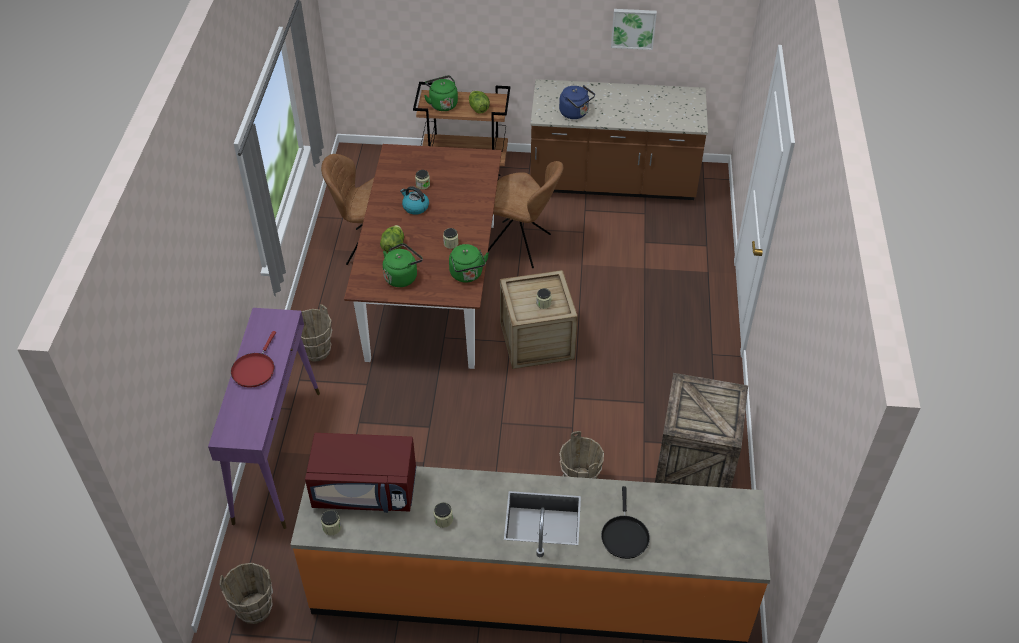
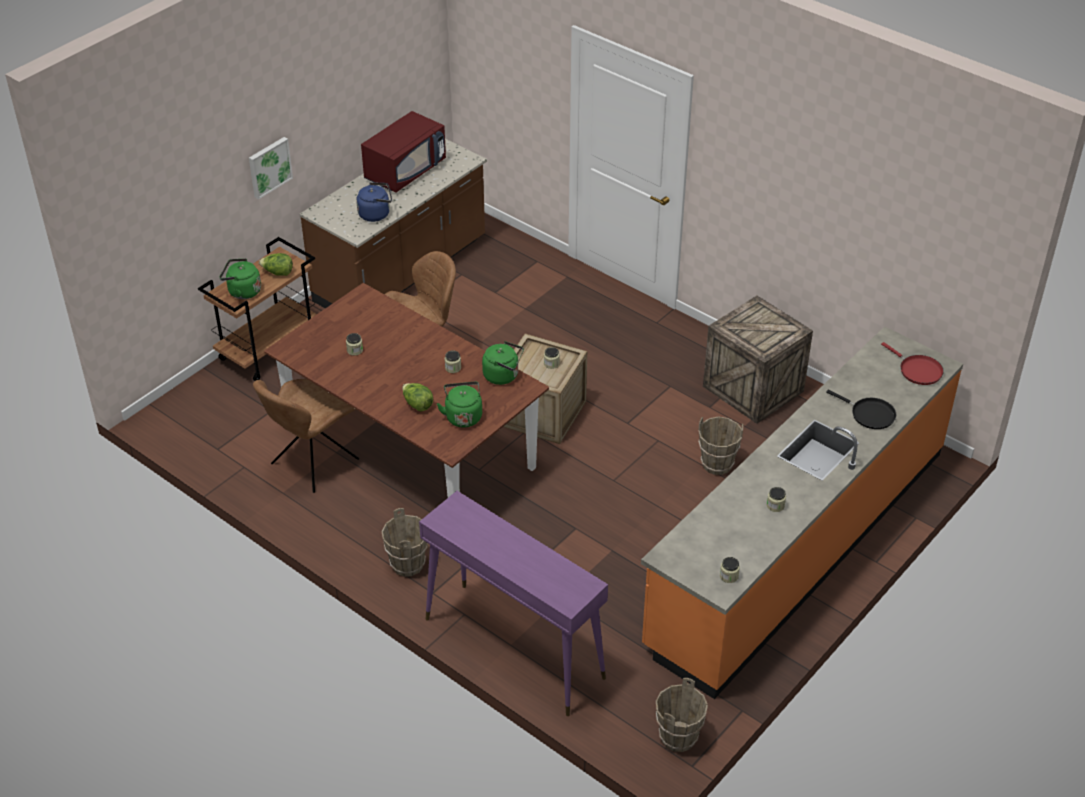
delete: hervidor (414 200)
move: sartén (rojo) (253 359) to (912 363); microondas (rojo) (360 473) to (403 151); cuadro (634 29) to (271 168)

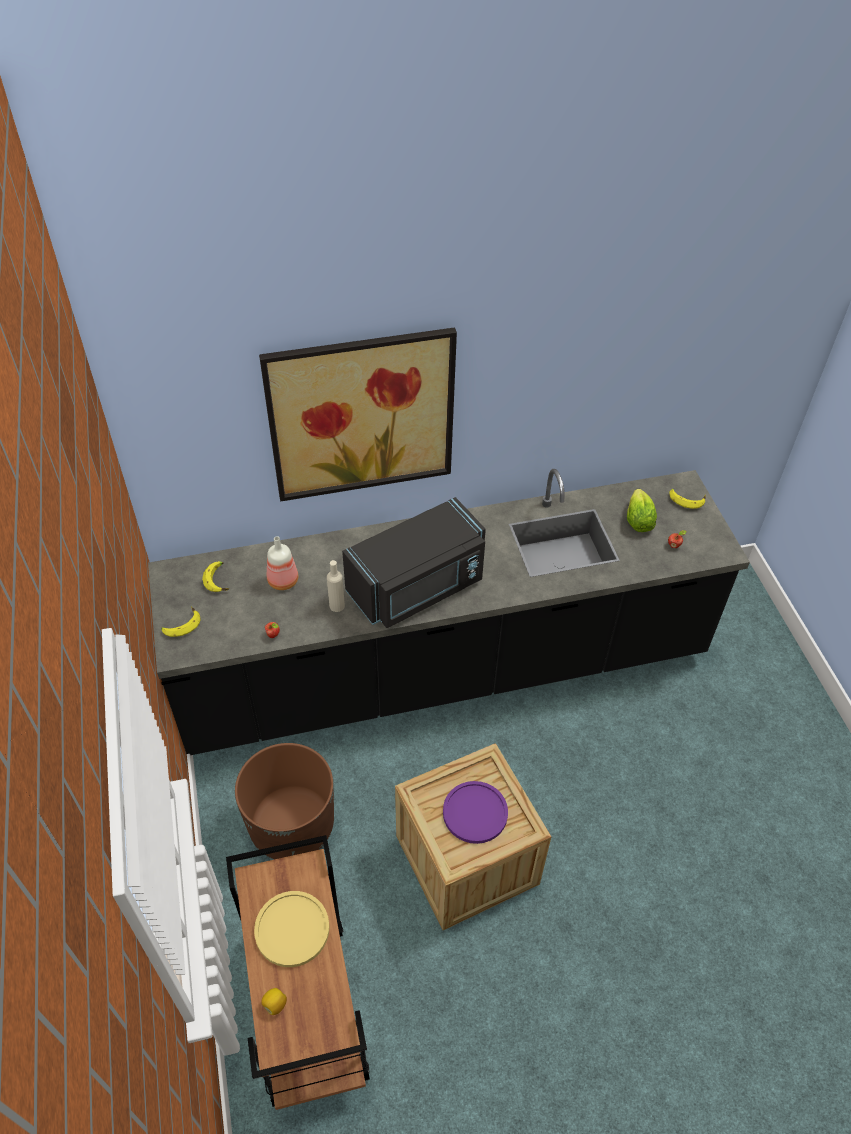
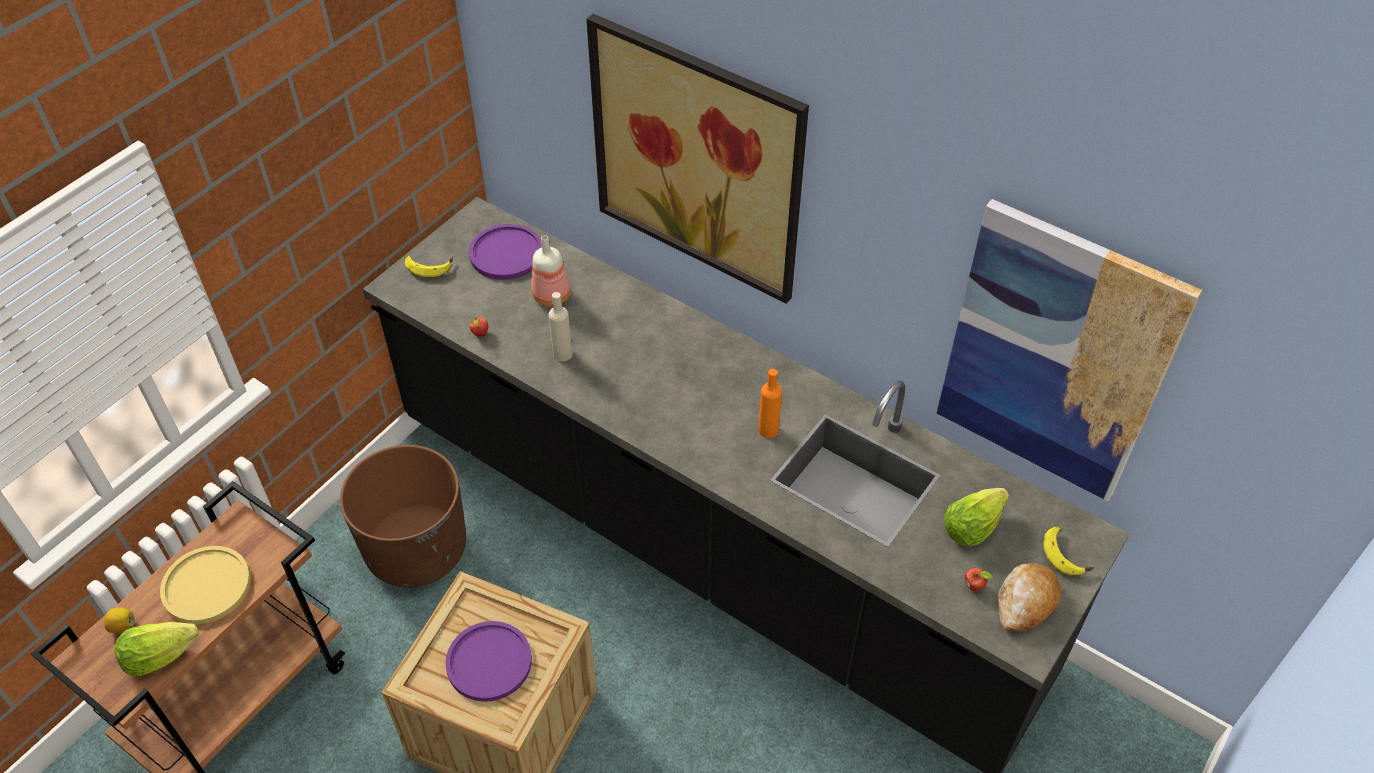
delete: microondas (negro) (414 562)
insert: lechuga (157 649); botella (naranja) (770 403); cuadro (1069 350); pan (1029 597)
replace: plátano (215 576) to plato (morado) (505 252)

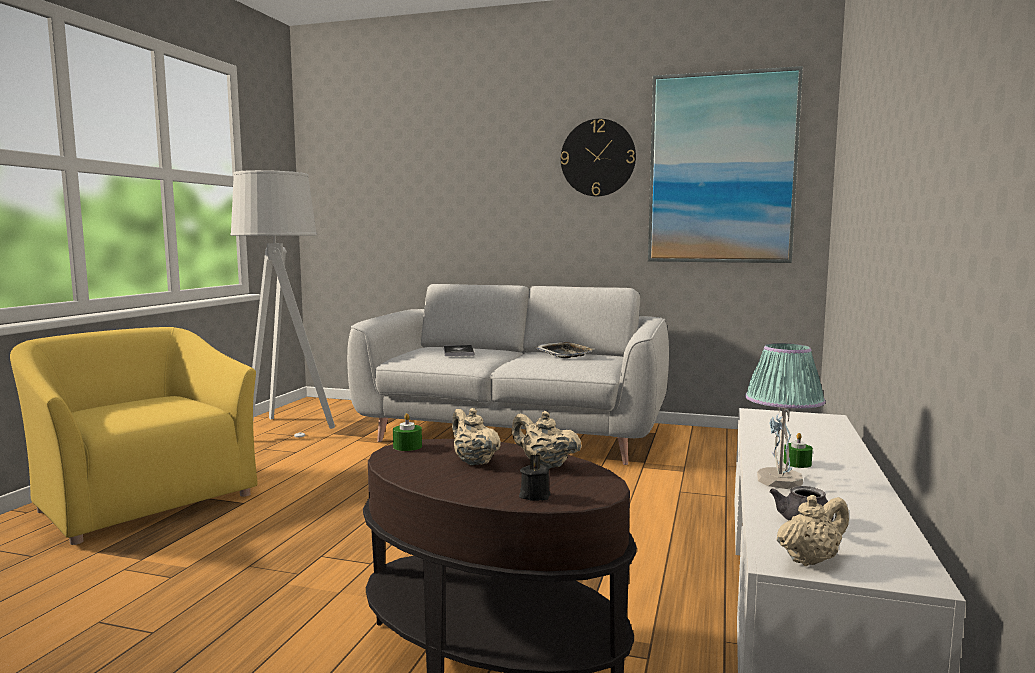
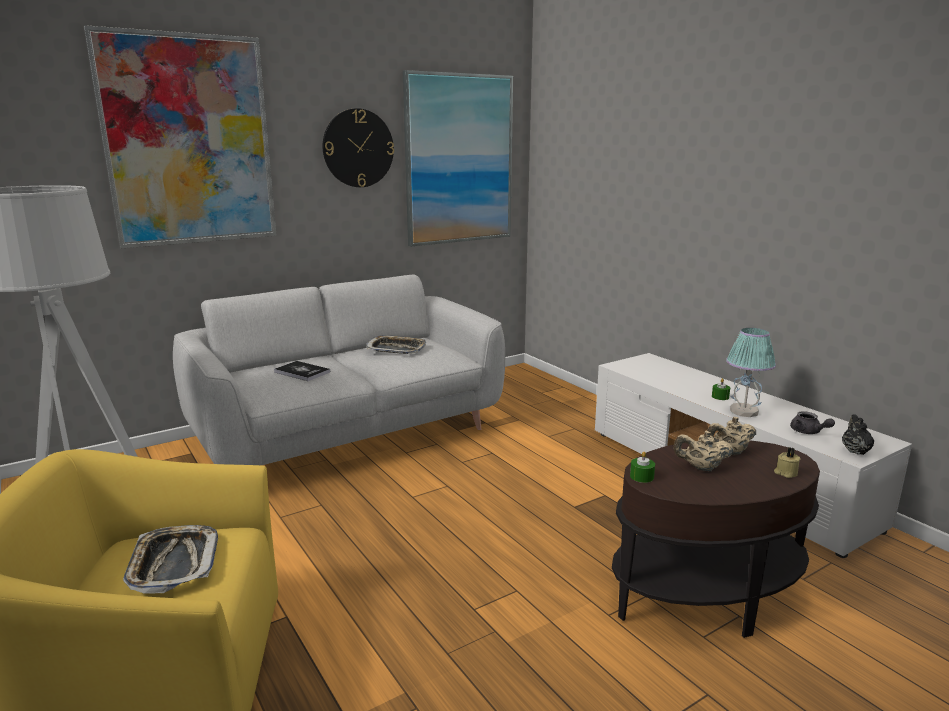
insert: cuadro (180 136); bandeja (170 559)
recolor: vela (negro) (535 477) to vela (beis) (787 462); tetera (beis) (813 530) to tetera (negro) (858 434)

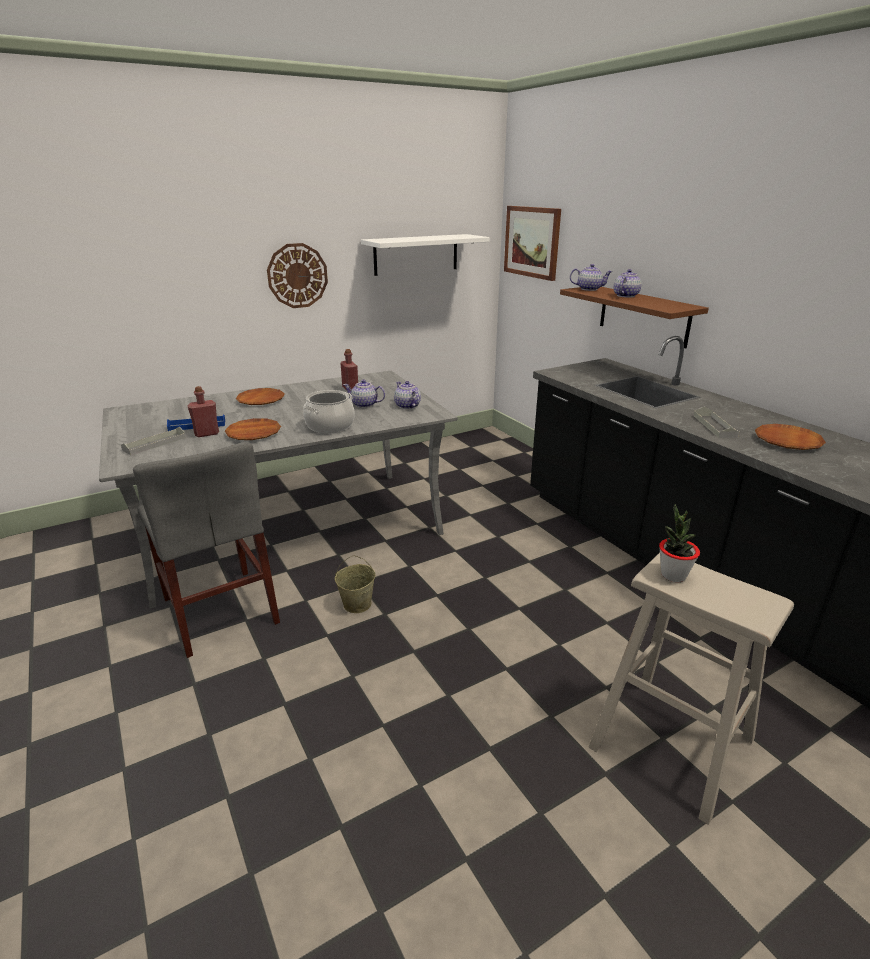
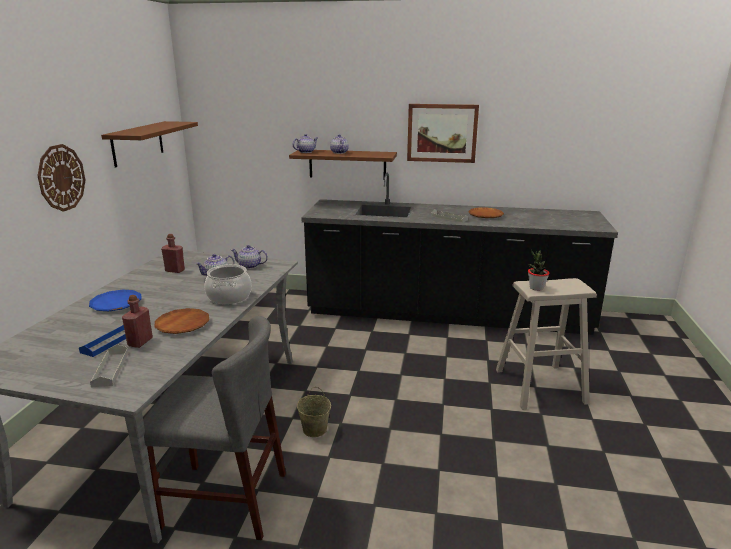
move: cuadro (532 243) to (443 133)
recolor: plato (marrón) (260 396) to plato (azul) (115 300); estante (blanco) (425 255) to estante (marrón) (149 144)

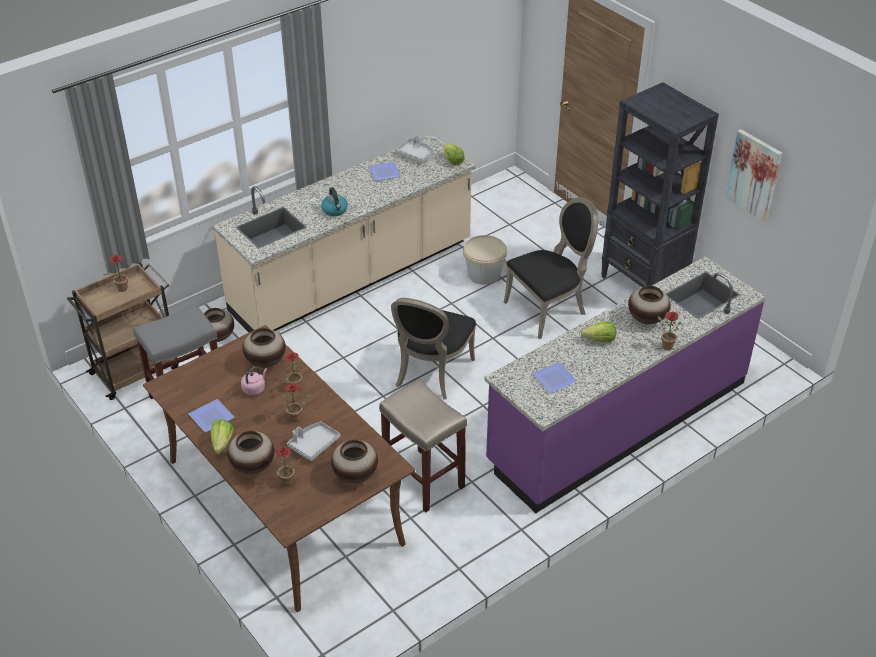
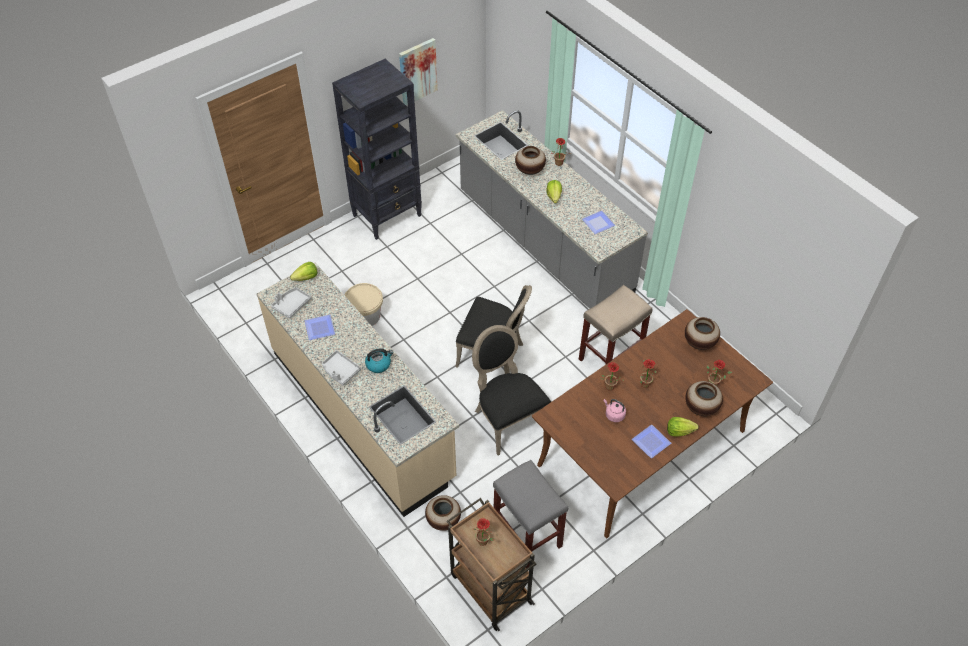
delete: florero (264 348)
move: bandeja (gris) (313 441) to (341 368); silla (negro) (551 268) to (511 390)
recolor: mueble bajo de cocina (morado) (625 385) to mueble bajo de cocina (gris) (552 209)

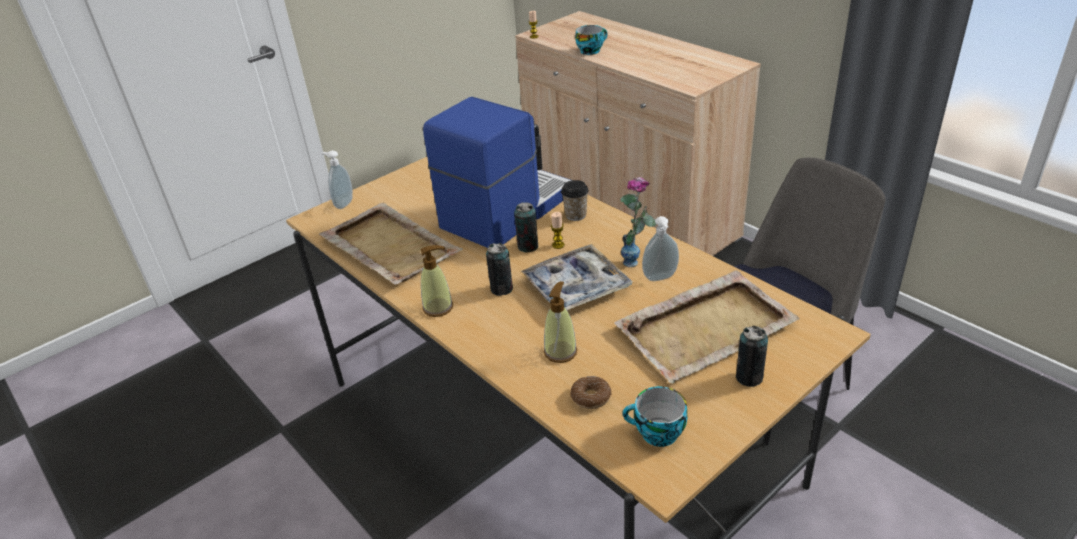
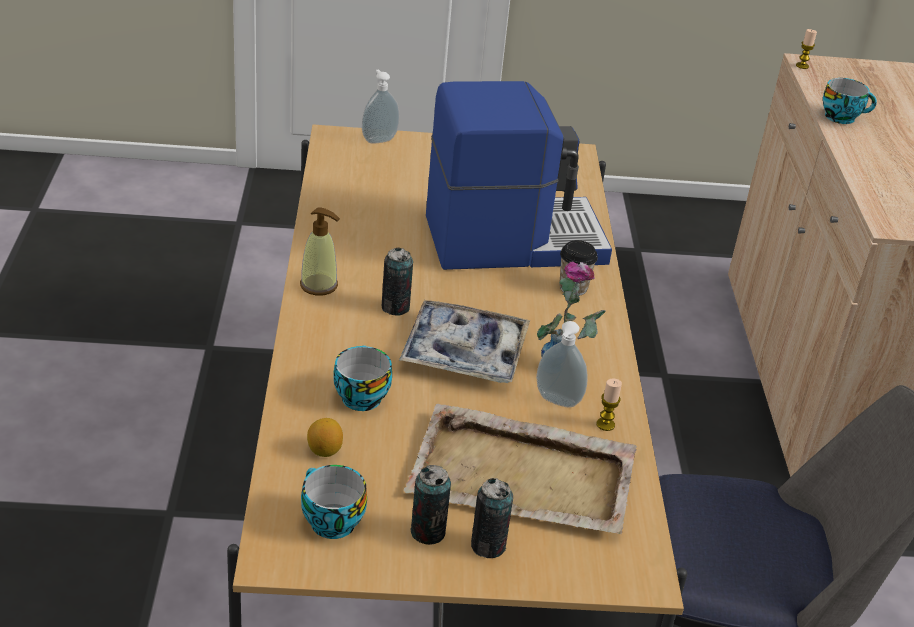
delete: bandeja (beis) (391 244)
move: lata (526 227) to (430 505); vela (558 230) to (609 404)
replace: dispensador de jabón (560 322) to taza (362 378); rosquilla (591 392) to limón (325 437)

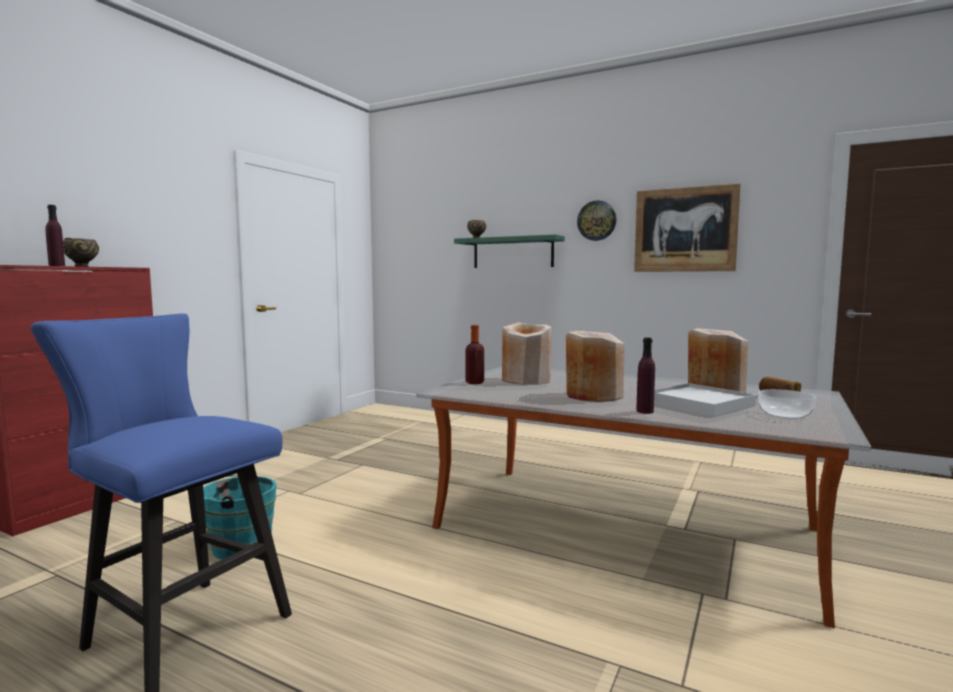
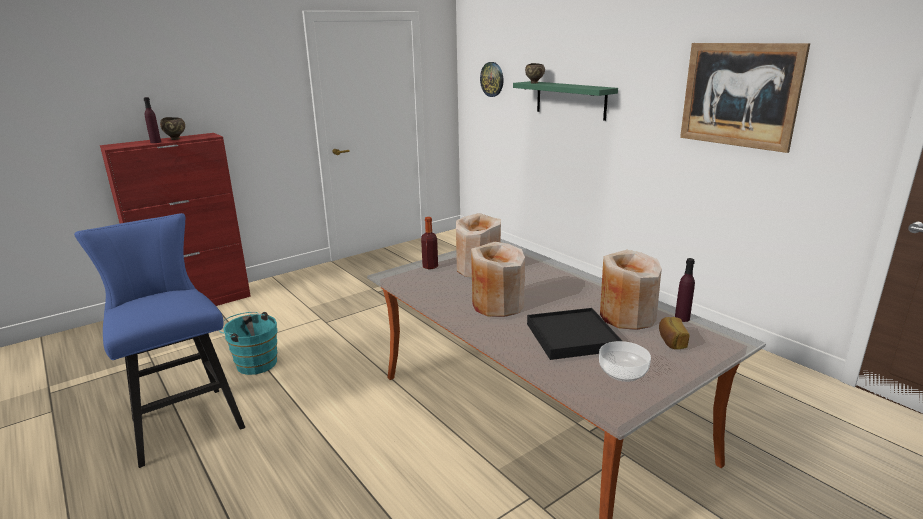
move: reloj de pared (596 220) to (492 79); botella (morado) (645 375) to (685 290)
recolor: bandeja (blanco) (705 400) to bandeja (negro) (574 334)

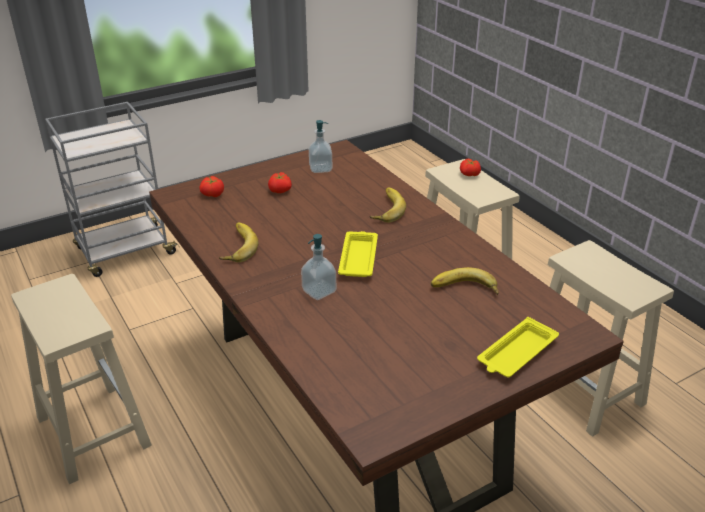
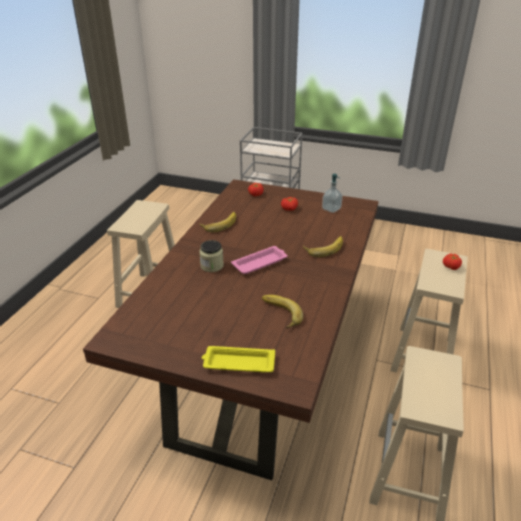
replace: dispensador de jabón (318 267) to tarro (211 256)
recolor: bandeja (amarillo) (358 254) to bandeja (rosa) (259 260)

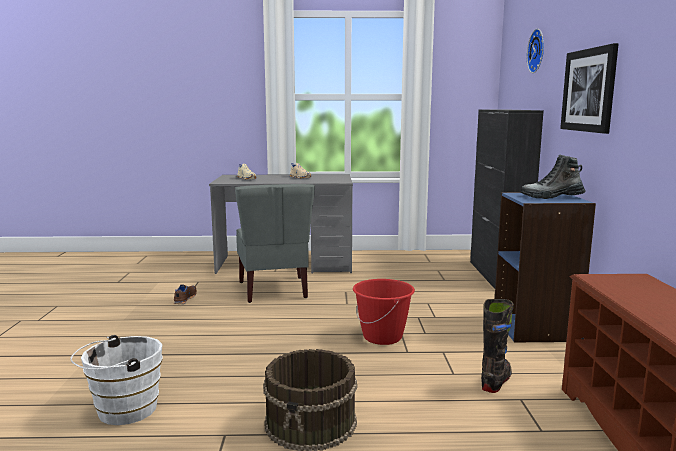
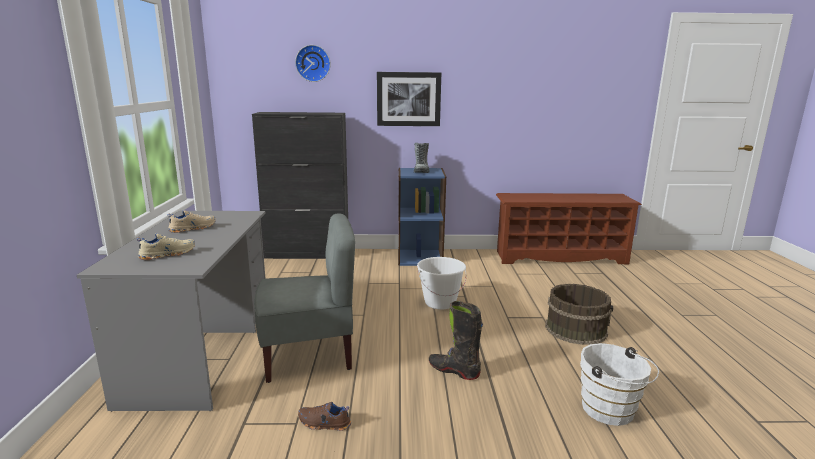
move: bota (negro) (497 346) to (456 340)
recolor: cubo (rojo) (384 312) to cubo (blanco) (441 283)

